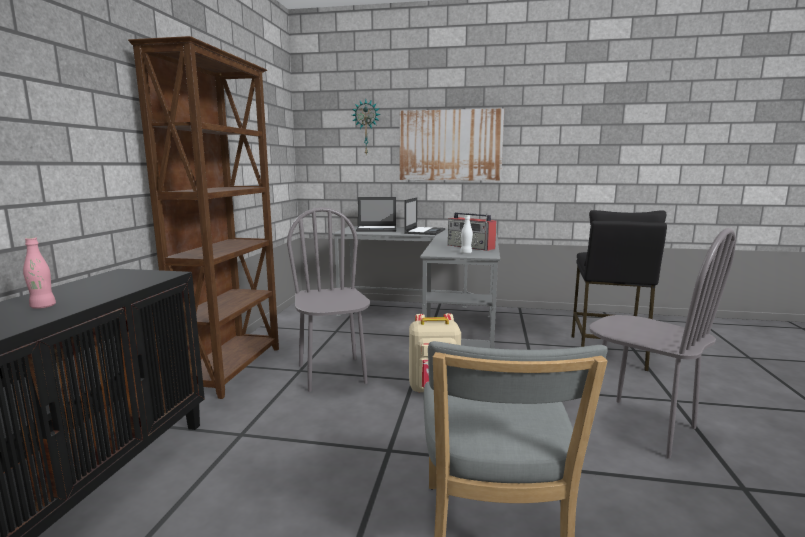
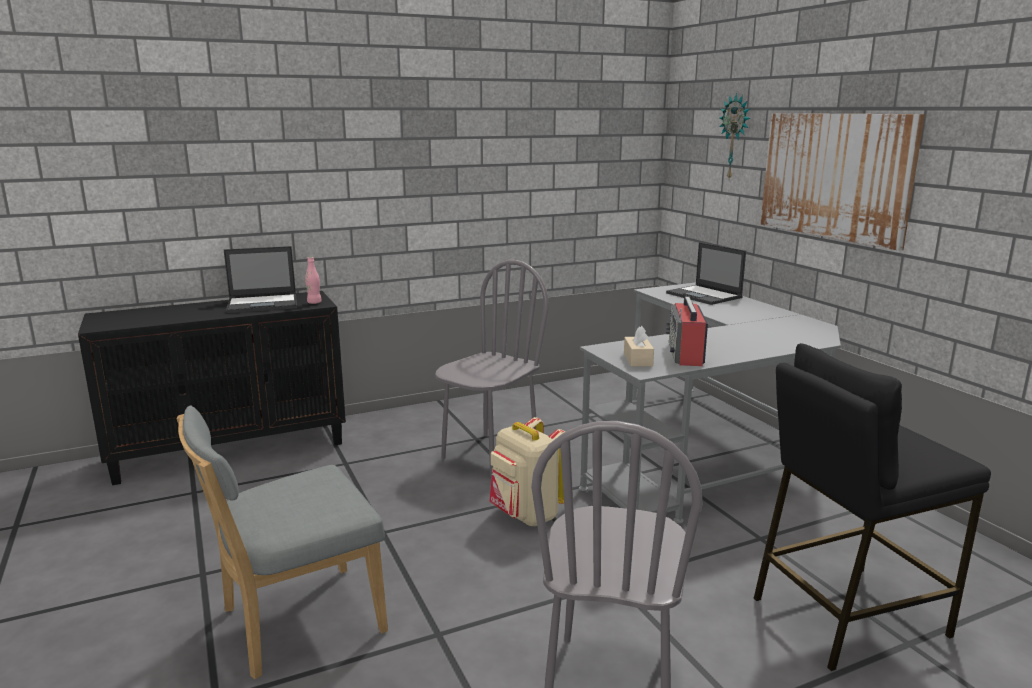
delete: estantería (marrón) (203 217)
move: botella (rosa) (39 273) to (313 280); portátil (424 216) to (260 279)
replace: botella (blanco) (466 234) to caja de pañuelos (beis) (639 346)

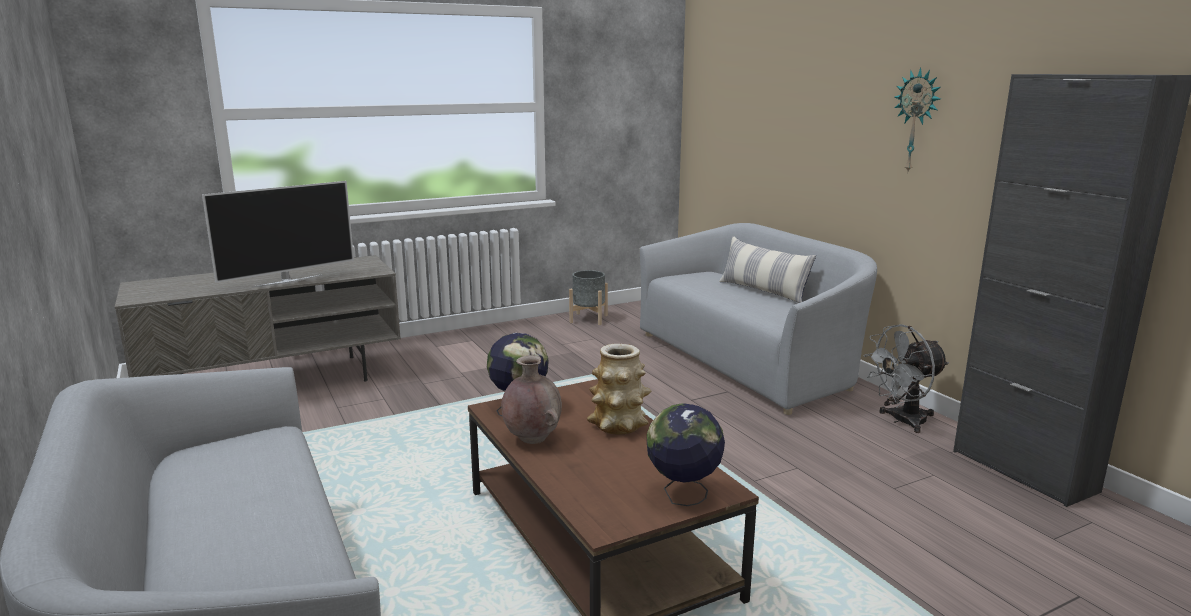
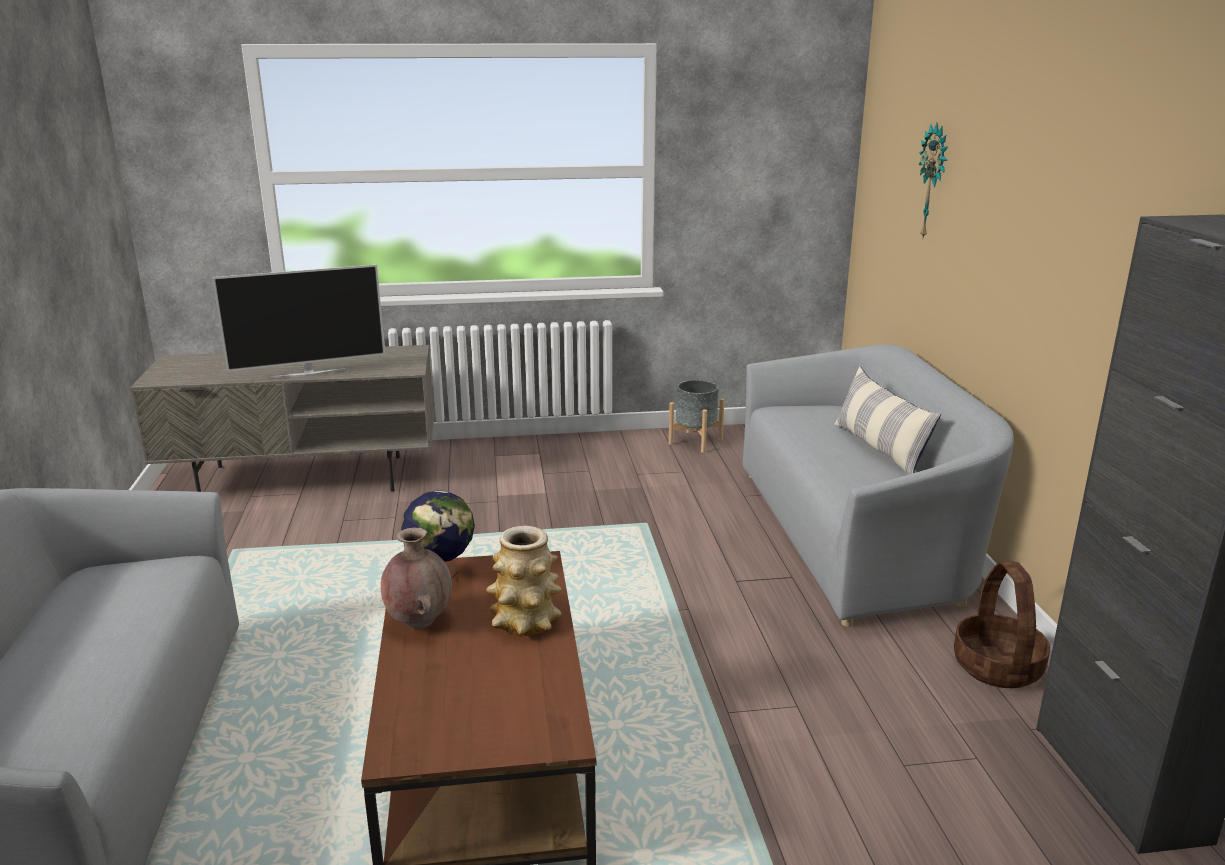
delete: globo terráqueo (686 454)
move: reloj de pared (918 120) to (933 181)
replace: ventilador (gris) (906 378) to cesta (1002 624)

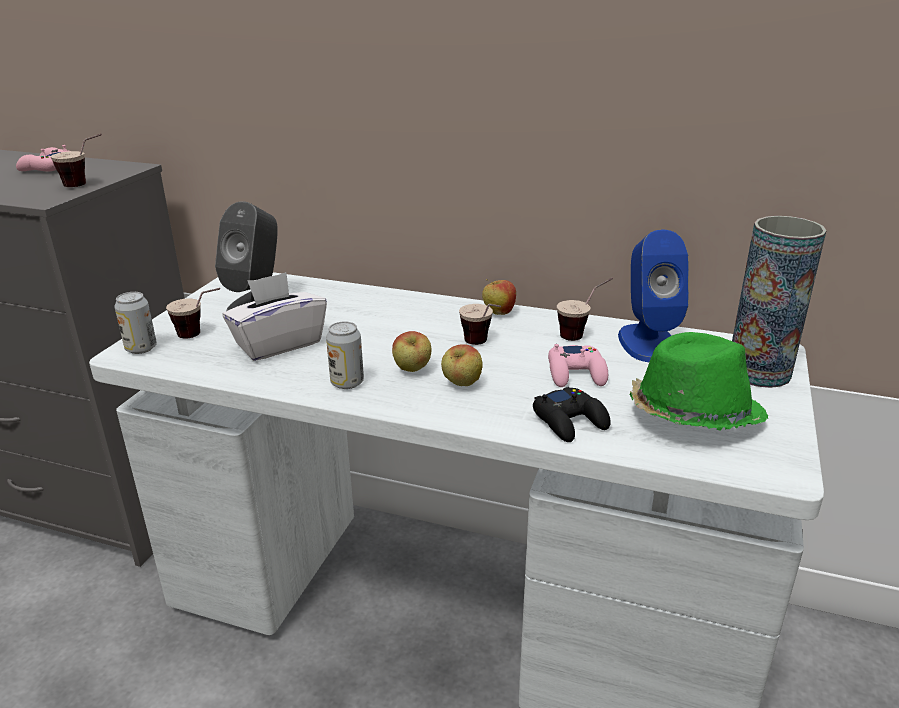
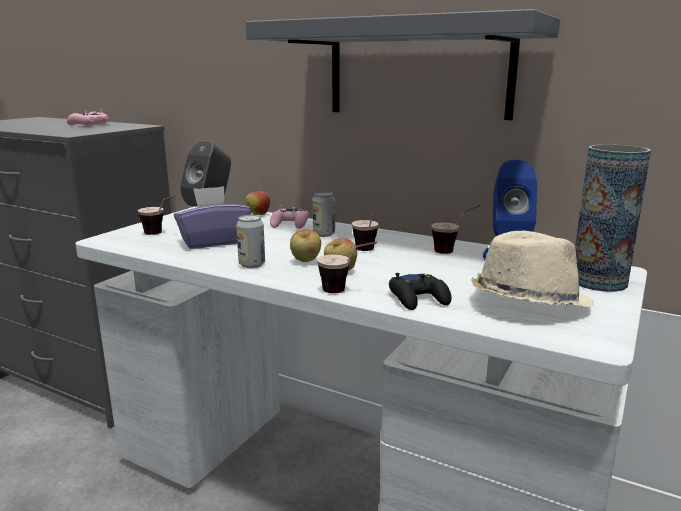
insert: estante (gris) (402 64)
move: taza (76 160) to (347 267); lata (135 323) to (323 214); manzana (499 297) to (257 202); mando de consola (rosa) (578 365) to (289 217)
recolor: caja de pañuelos (blanco) (274 316) to caja de pañuelos (morado) (212 217); sombrero (verde) (699 381) to sombrero (beis) (532 269)

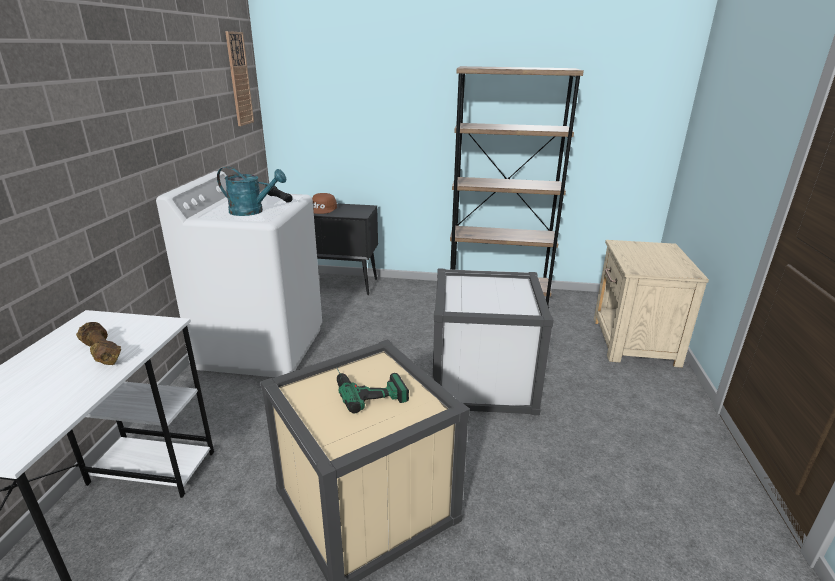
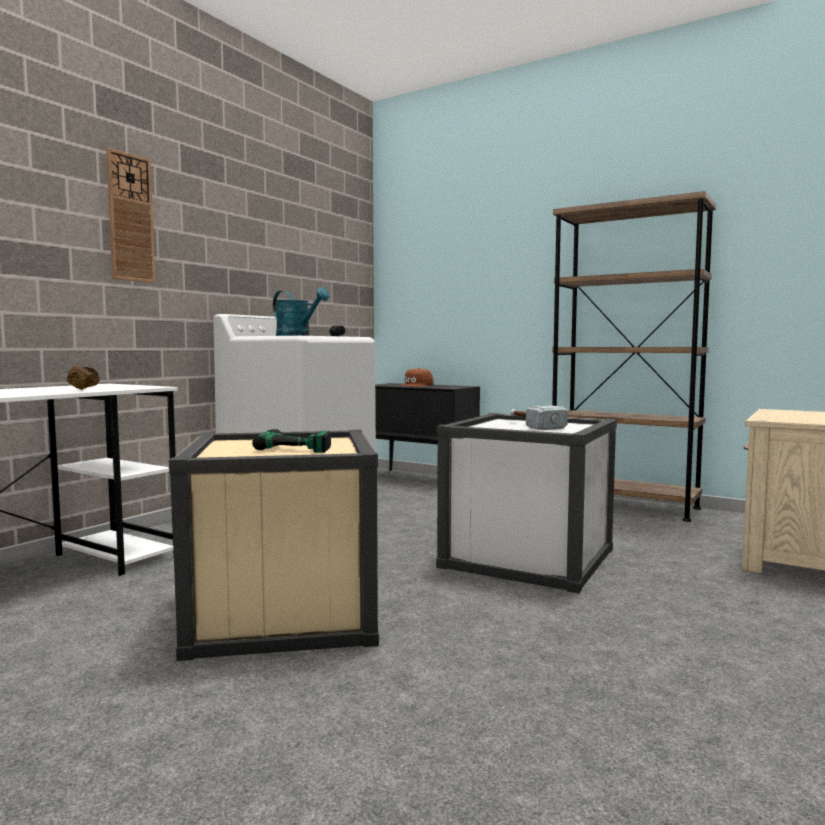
insert: martillo (539 417)
move: reloj de pared (239 78) to (131 215)

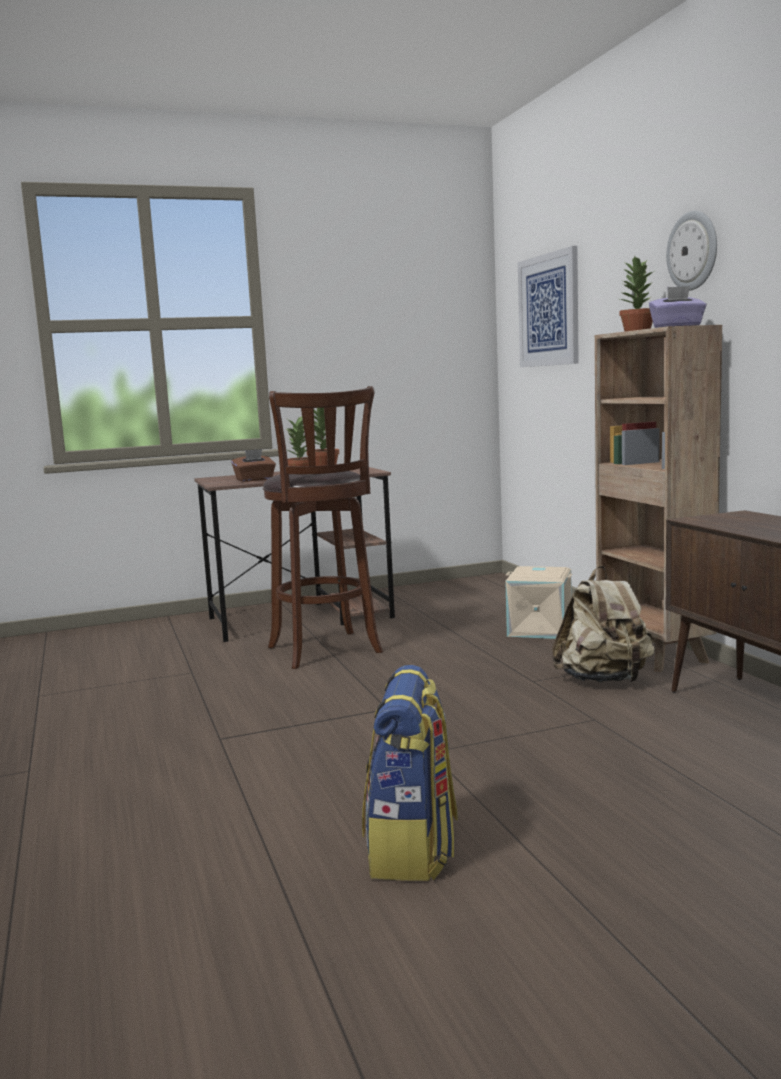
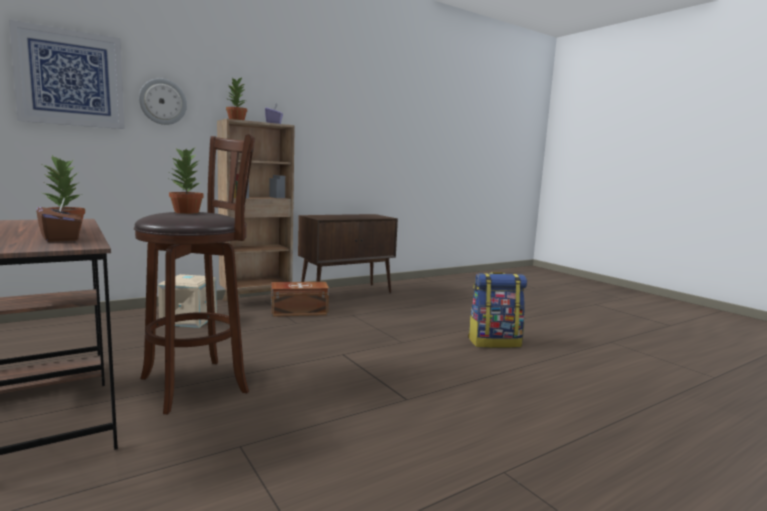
move: reloj de pared (691 251) to (163 101)
replace: mochila (beis) (603 624) to caja de almacenaje (marrón) (300 299)

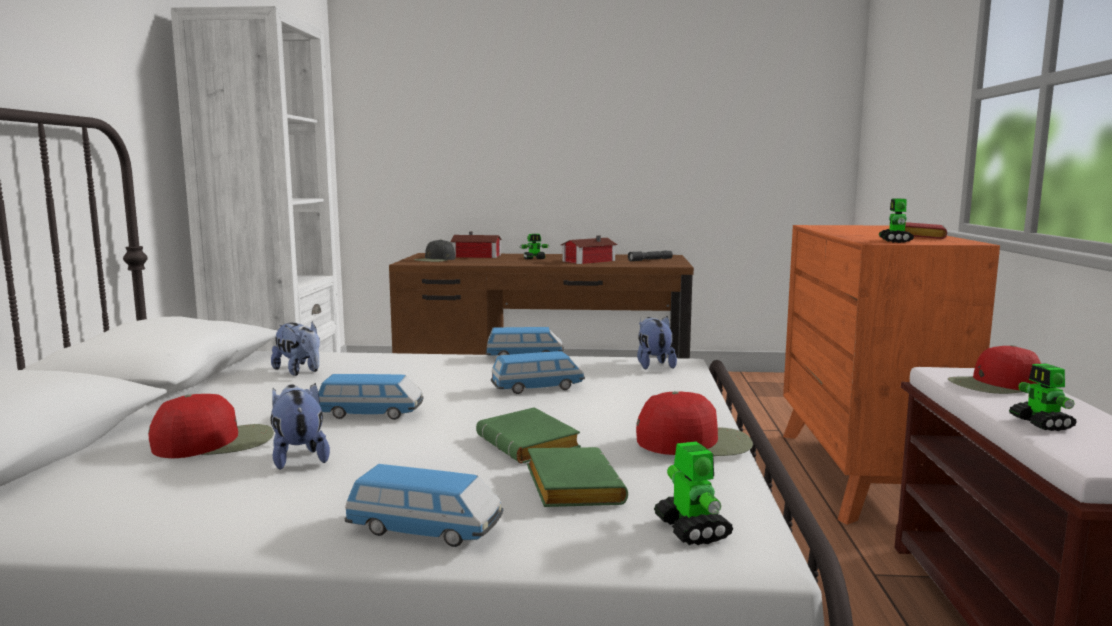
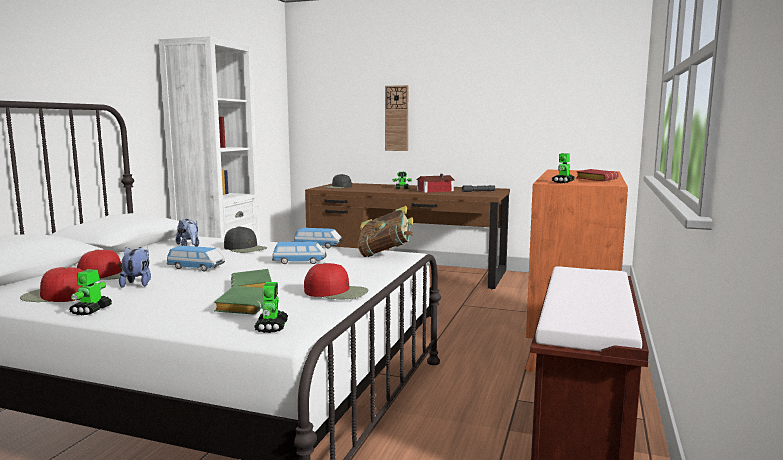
delete: coche de juguete (424 505); casita (476 244)
insert: gorra (negro) (245 239); reloj de pared (396 118)
move: gorra (rojo) (994 369) to (51 284); robot de juguete (1043 397) to (90 292)
replace: peluche (657 342) to libro (385 231)

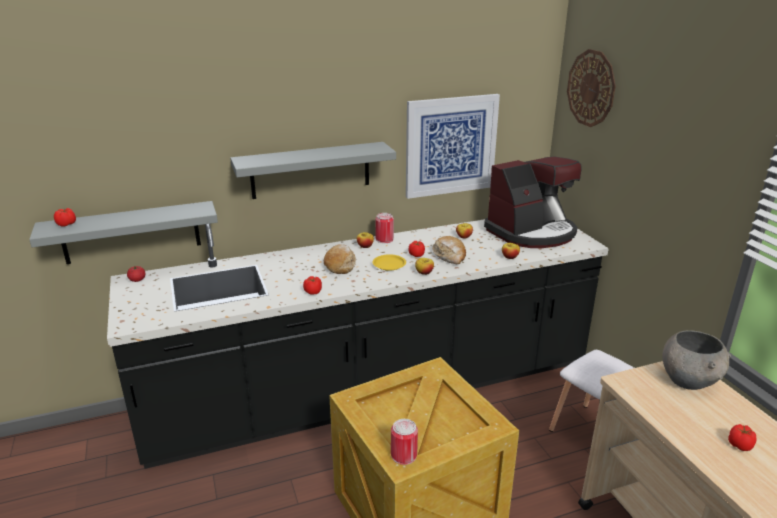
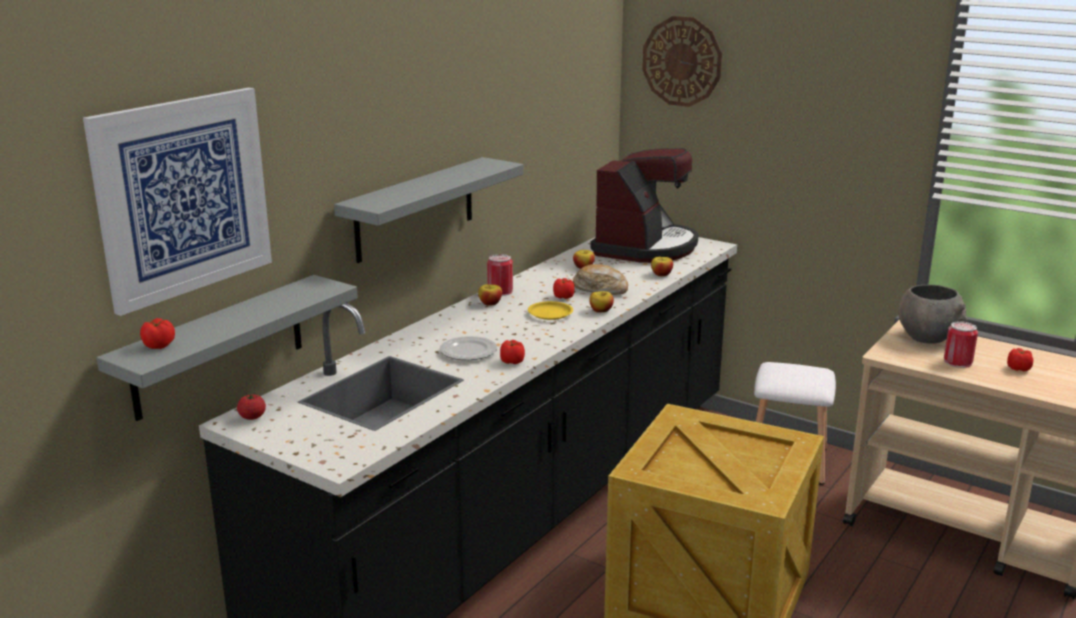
delete: pan (340 259)
insert: plato (468 348)
move: lata (404 442) to (961 344); cuadro (453 146) to (177 202)

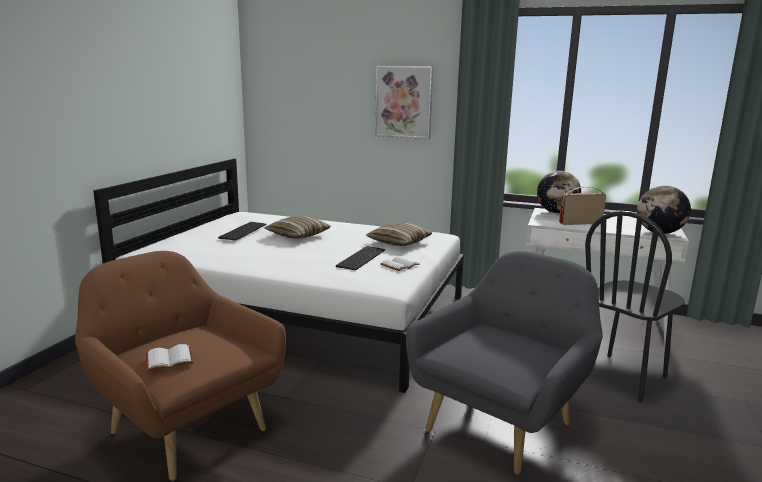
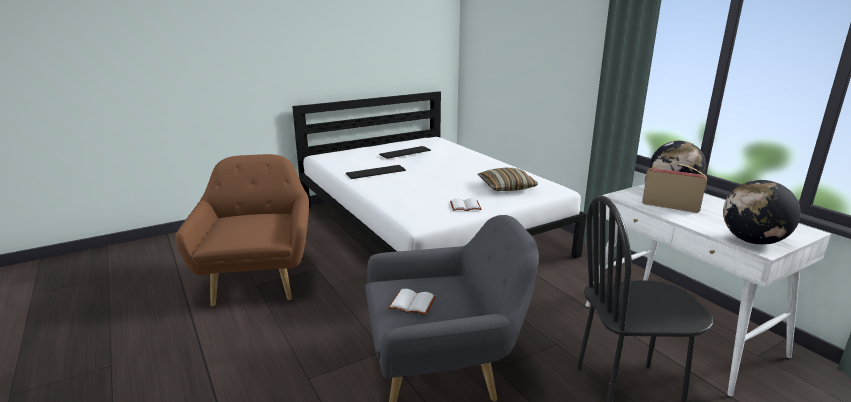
delete: cojín (298 227); cuadro (404 102)
move: libro (blanco) (170 357) to (412 302); teclado (360 258) to (376 172)

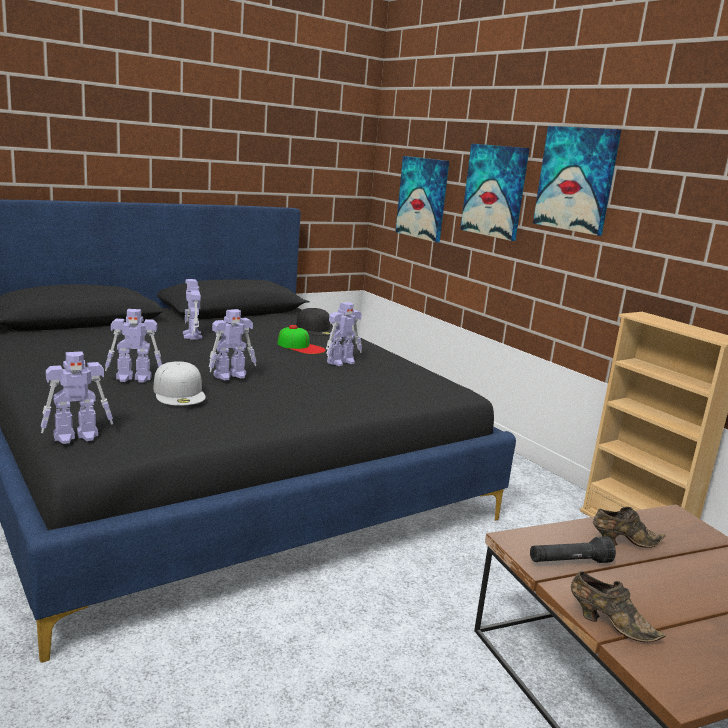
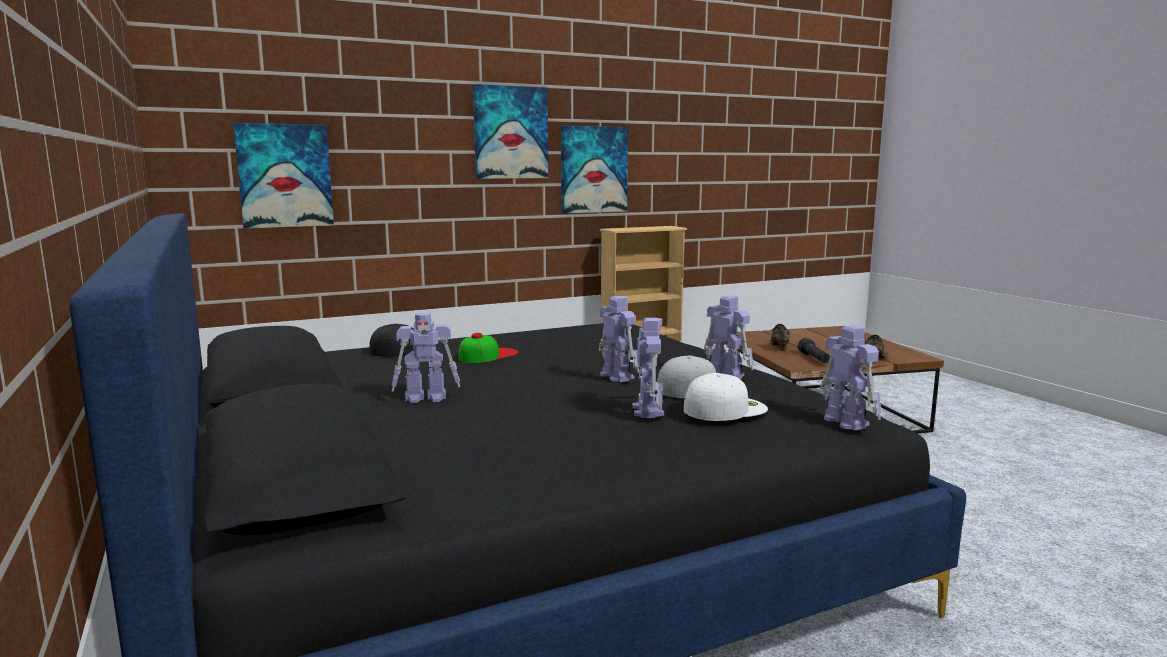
insert: gorra (blanco) (726 397)
move: robot de juguete (344 334) to (729 337); cuadro (495 192) to (594 170)

